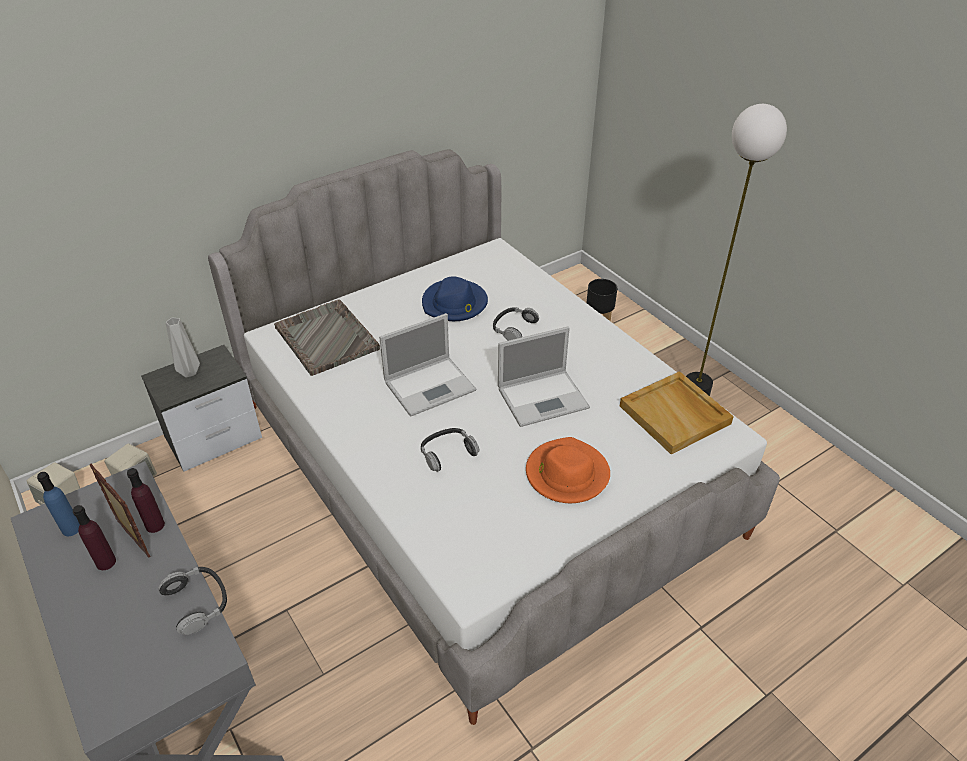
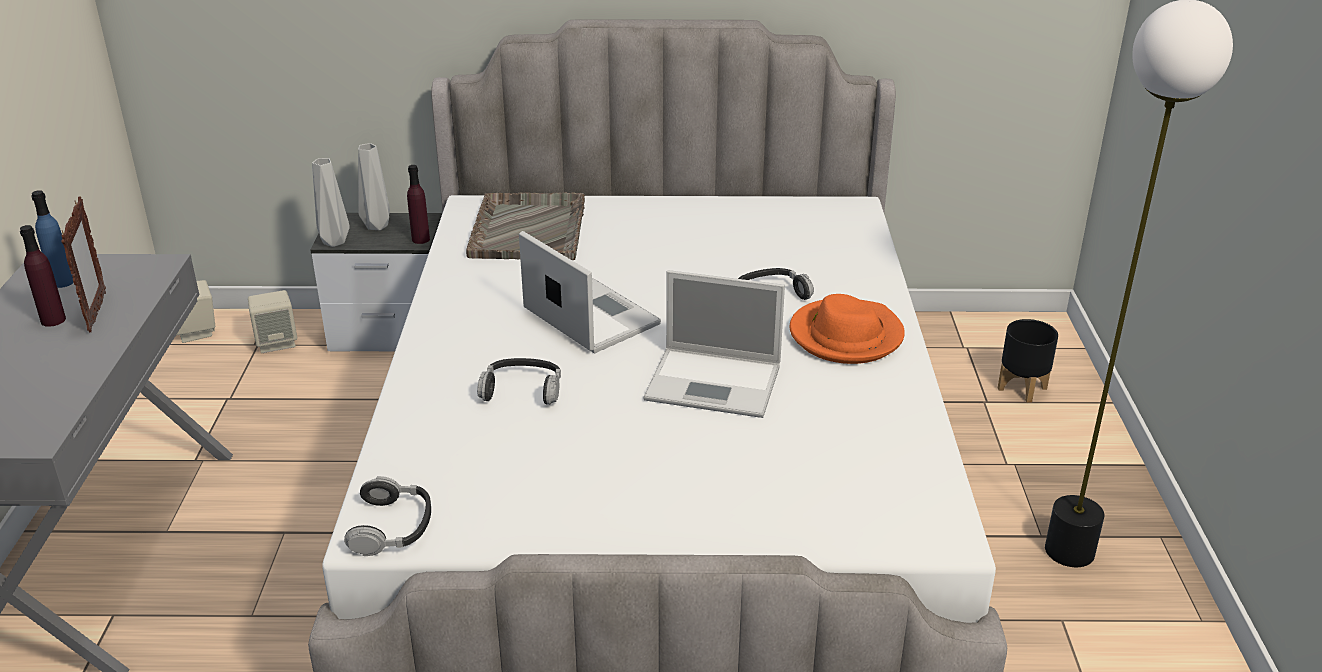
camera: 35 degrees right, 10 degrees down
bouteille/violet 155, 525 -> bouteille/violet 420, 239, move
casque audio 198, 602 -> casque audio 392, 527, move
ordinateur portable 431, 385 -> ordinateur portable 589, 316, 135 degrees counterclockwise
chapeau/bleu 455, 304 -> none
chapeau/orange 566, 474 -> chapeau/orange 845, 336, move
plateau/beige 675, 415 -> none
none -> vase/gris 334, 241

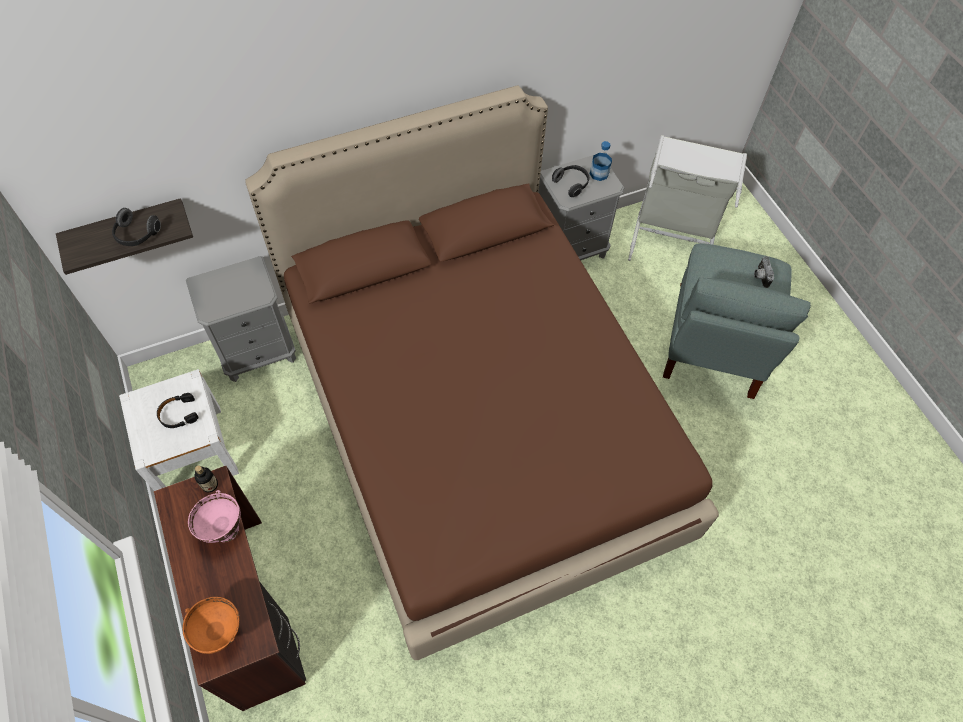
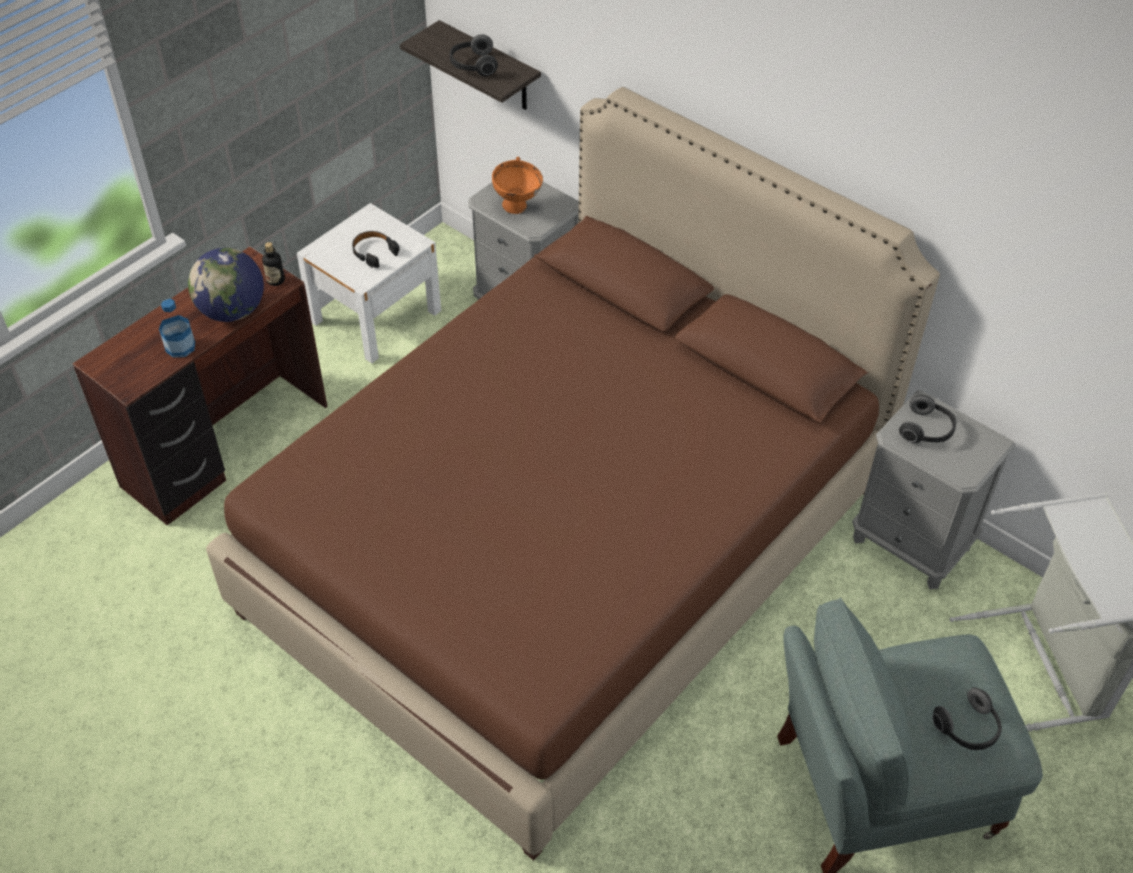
camera: 65 degrees right, 10 degrees down
bol/orange 221, 633 -> bol/orange 517, 207, move
bol/rose 224, 530 -> globe 232, 311
bouteille 599, 173 -> bouteille 180, 347, move
appareil photo 760, 276 -> casque audio 968, 729

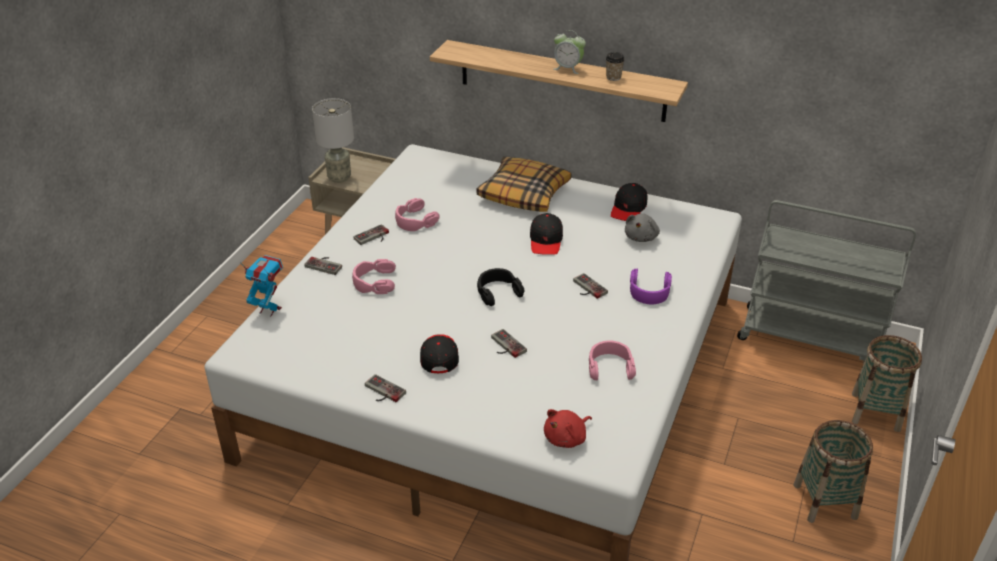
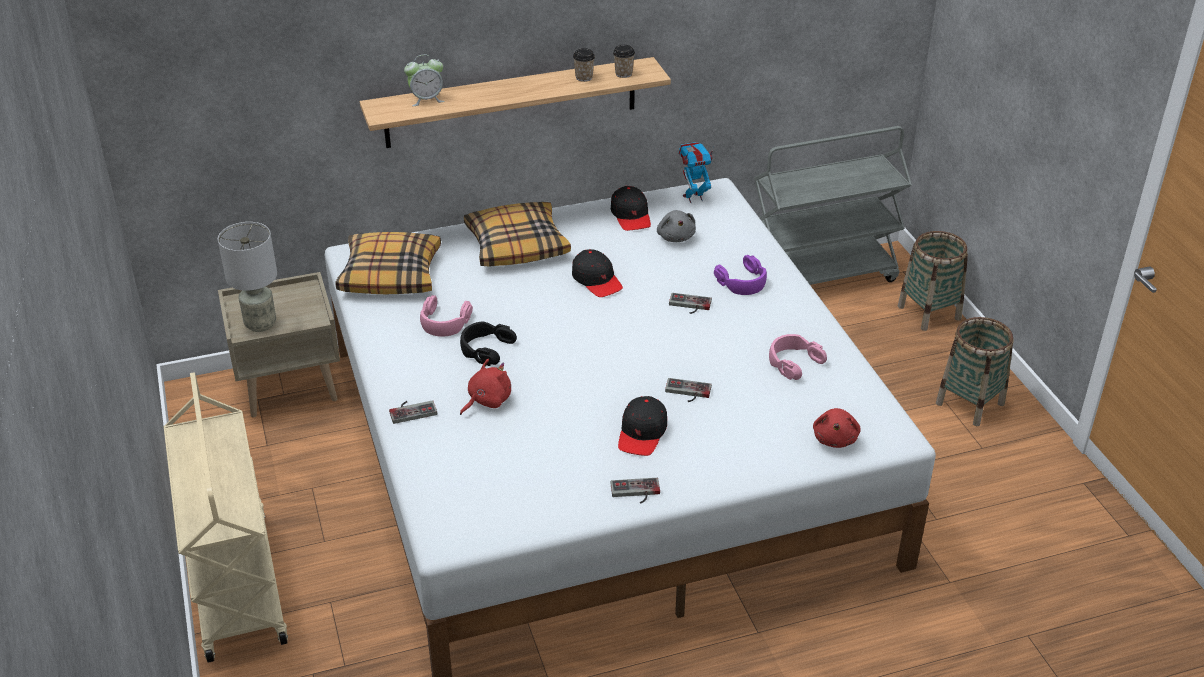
camera: 40 degrees left, 0 degrees up
robot jouet 269, 310 -> robot jouet 693, 197, move
casque audio/rose 374, 282 -> peluche/rouge 487, 401
manette 373, 237 -> none
casquette/noir 439, 356 -> casquette/noir 642, 433, 120 degrees counterclockwise
casque audio/noir 498, 292 -> casque audio/noir 485, 348, move
réveil 568, 68 -> réveil 426, 99, move
none -> chariot/beige 235, 584
none -> coussin 391, 274
none -> tasse 623, 74

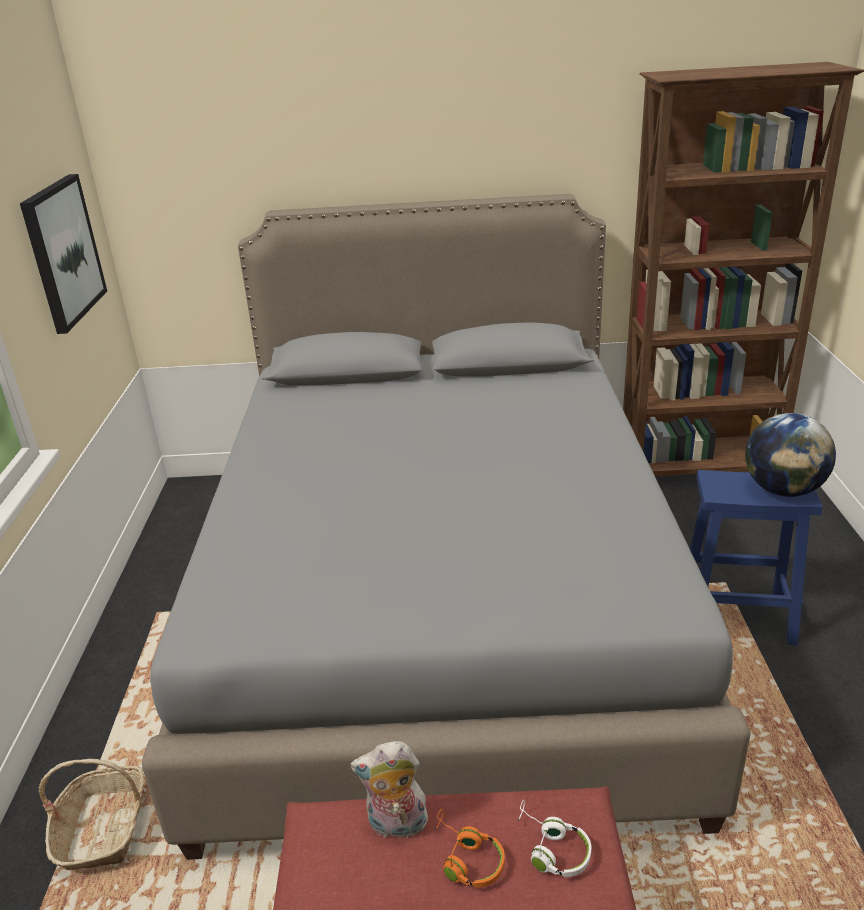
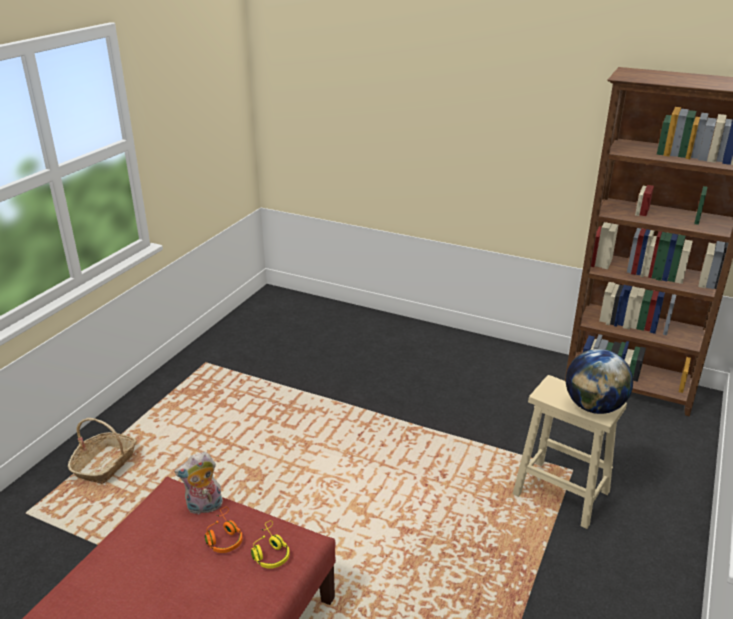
camera: 25 degrees right, 0 degrees up
tableau 63, 252 -> none
lit/gris 440, 606 -> none
peluche 396, 826 -> peluche 204, 507, 45 degrees counterclockwise
casque audio/blanc 551, 848 -> casque audio/jaune 270, 552
tabouret/bleu 738, 614 -> tabouret/beige 562, 494

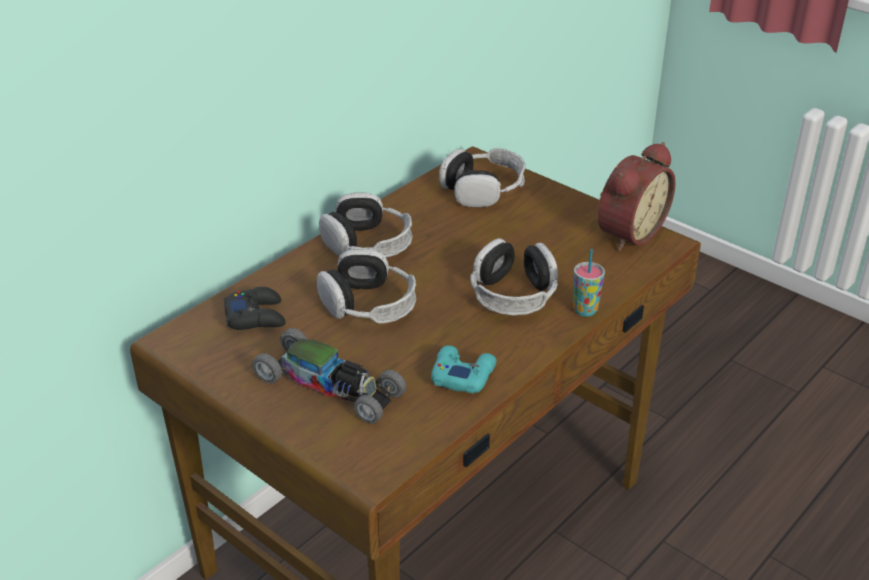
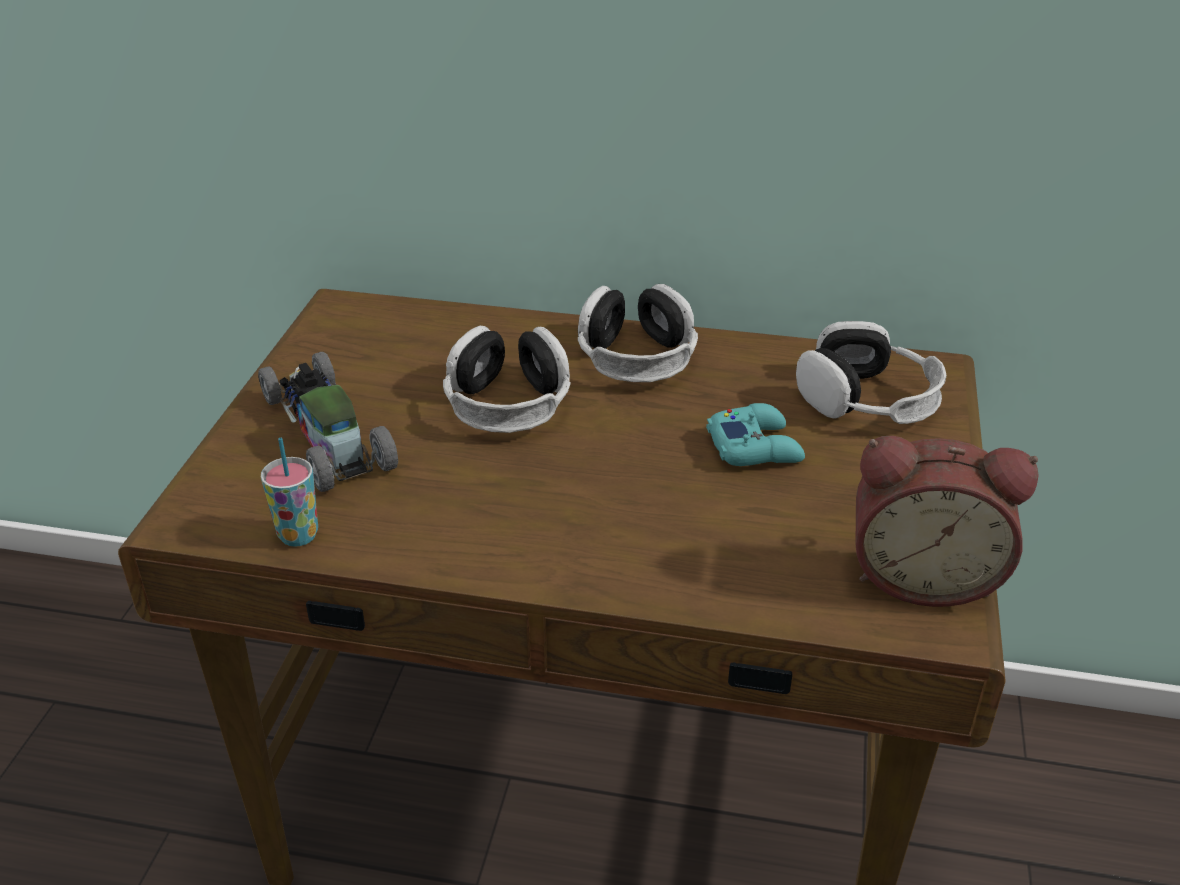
camera: 60 degrees right, 0 degrees up
manette/noir 256, 316 -> none
petite voiture 330, 386 -> petite voiture 326, 433, 150 degrees clockwise
manette/turquoise 462, 375 -> manette/turquoise 755, 446, move
casque audio 513, 294 -> none
tasse 585, 310 -> tasse 298, 535, move

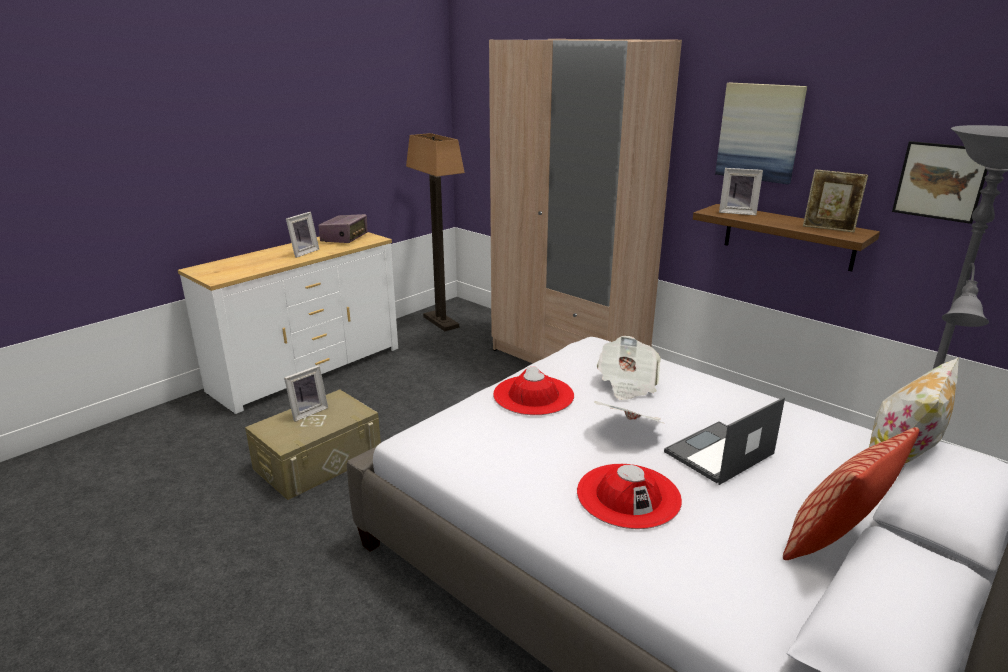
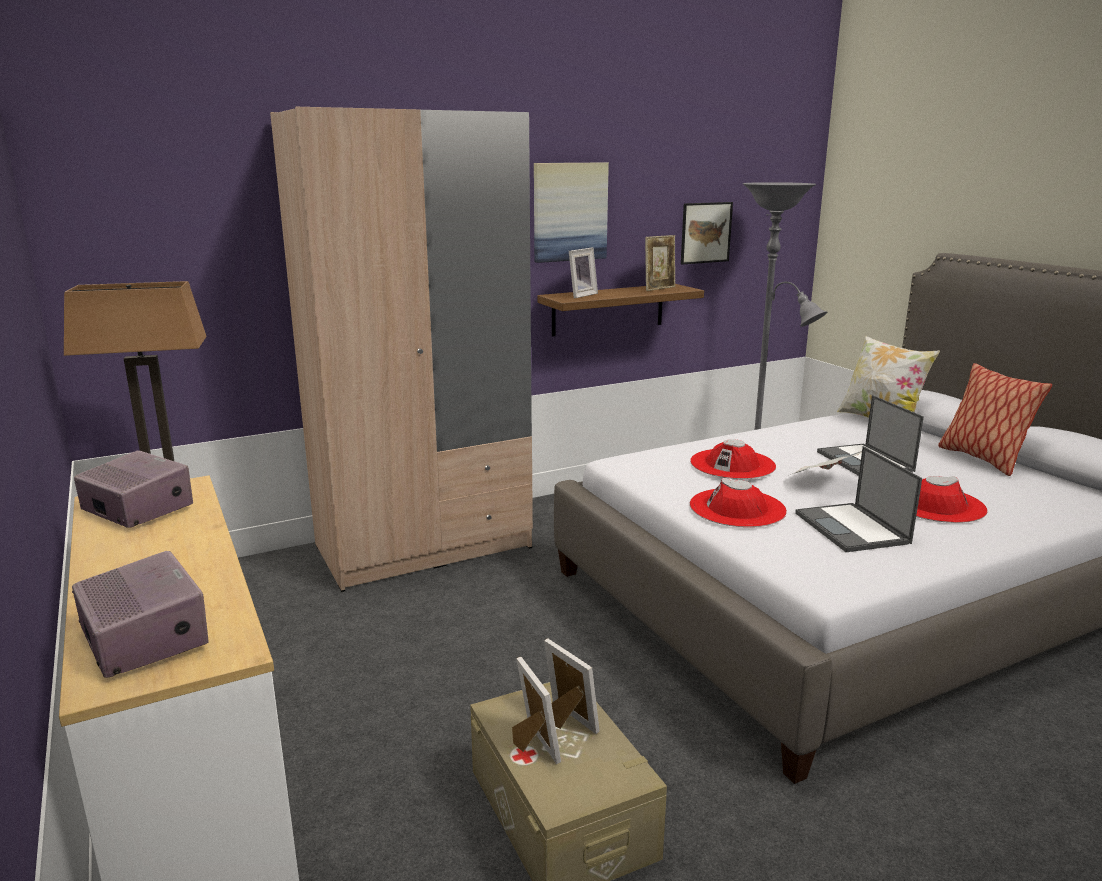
camera: 70 degrees left, 5 degrees down
cadre photo 303, 252 -> cadre photo 566, 722, move
journal 627, 384 -> chapeau/rouge 732, 464
none -> radio 145, 637
none -> ordinateur portable 852, 528

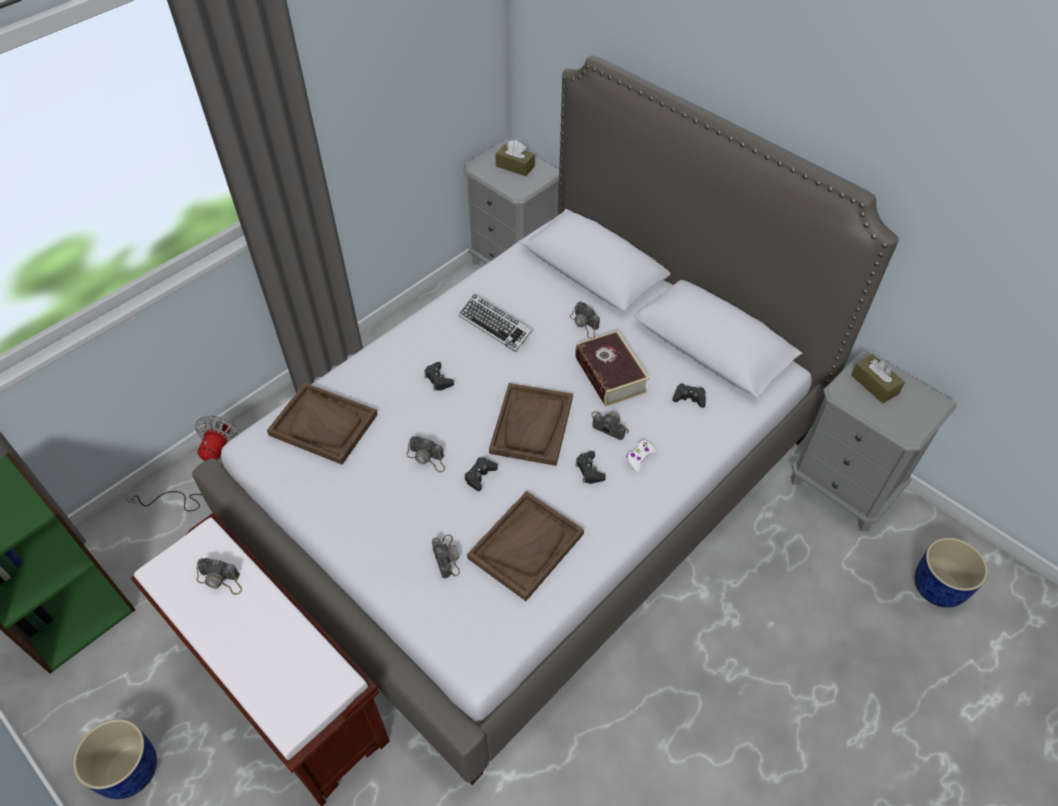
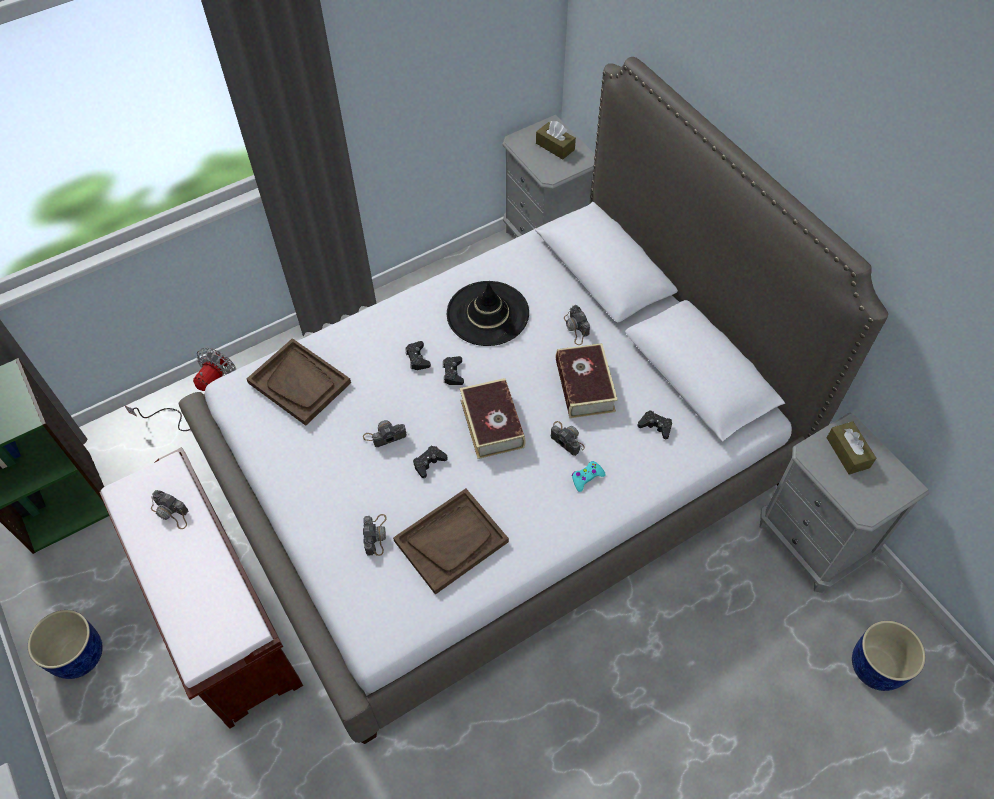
camera: 15 degrees right, 5 degrees up
appareil photo 427, 458 -> appareil photo 385, 435, 120 degrees clockwise
clavier 495, 326 -> chapeau/noir 488, 313
plateau/marron 532, 426 -> livre 492, 423
manette/noir 589, 470 -> manette/noir 453, 373, move
manette/blanc 640, 458 -> manette/turquoise 586, 477

